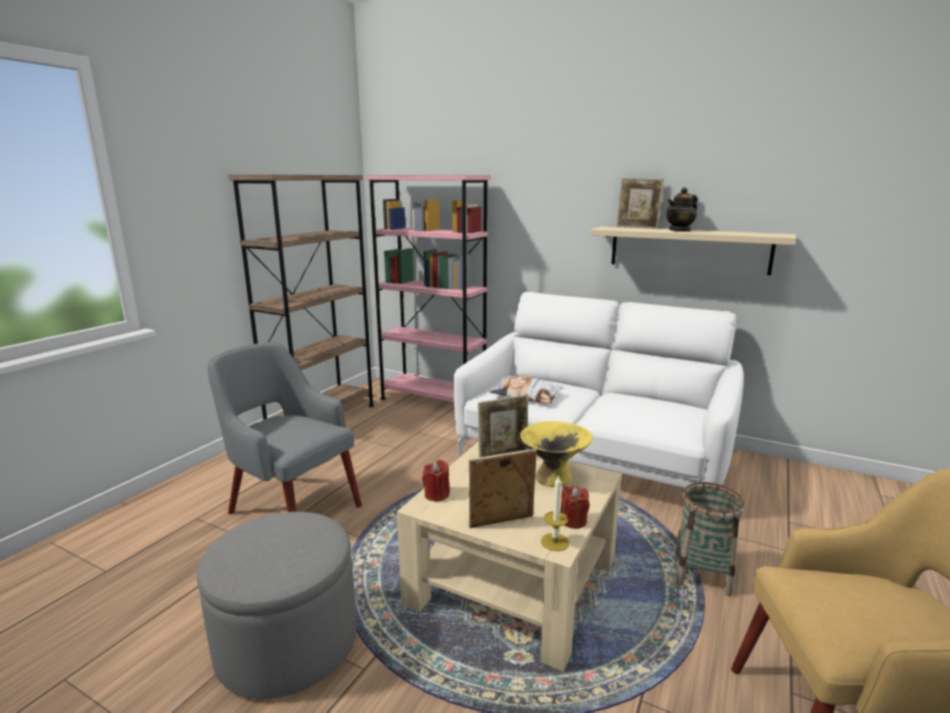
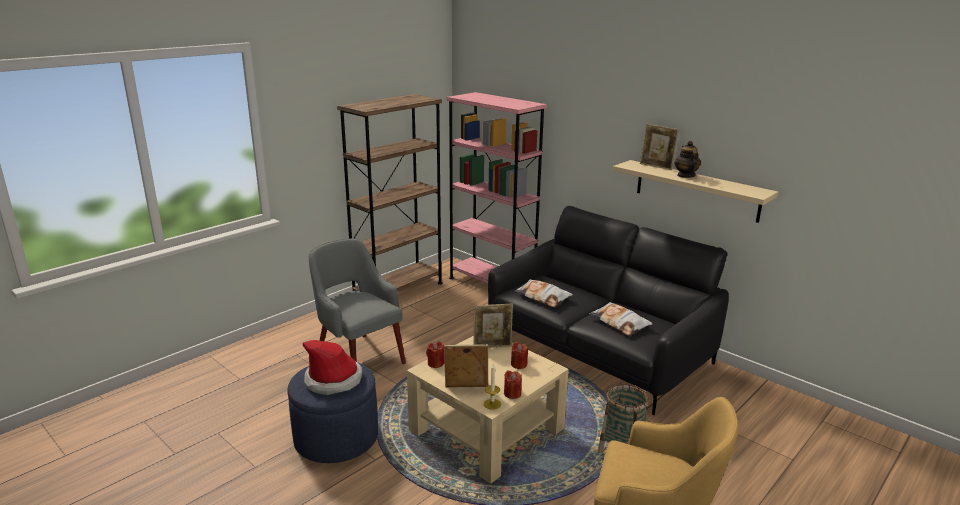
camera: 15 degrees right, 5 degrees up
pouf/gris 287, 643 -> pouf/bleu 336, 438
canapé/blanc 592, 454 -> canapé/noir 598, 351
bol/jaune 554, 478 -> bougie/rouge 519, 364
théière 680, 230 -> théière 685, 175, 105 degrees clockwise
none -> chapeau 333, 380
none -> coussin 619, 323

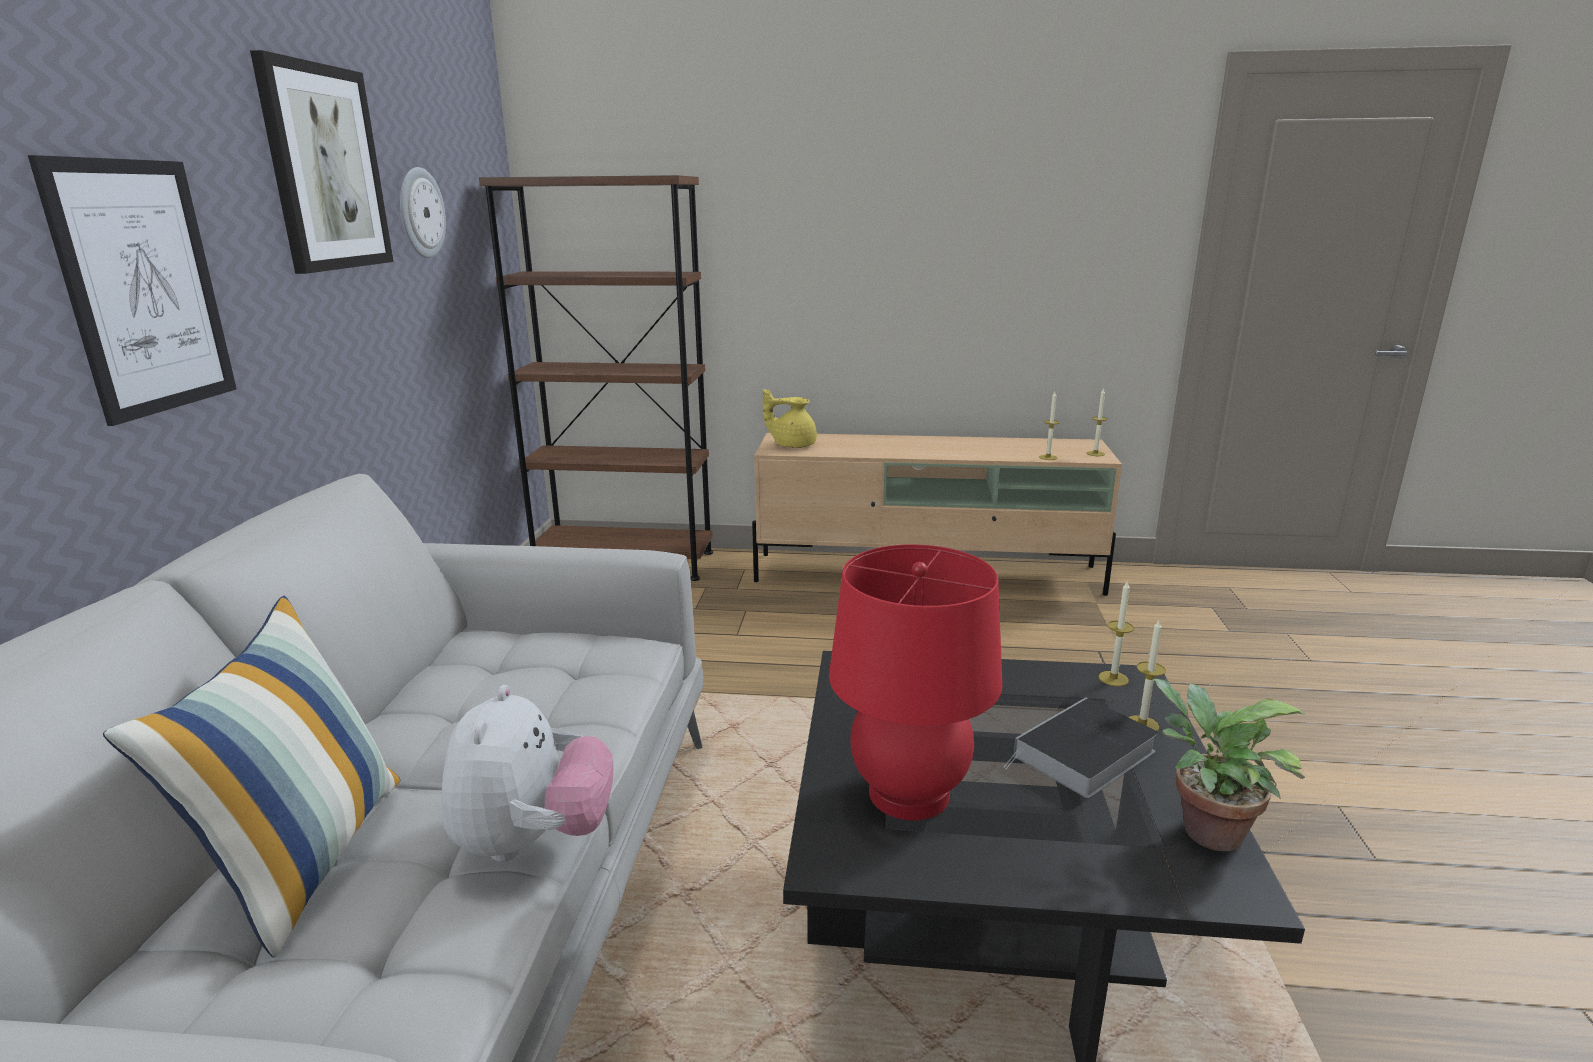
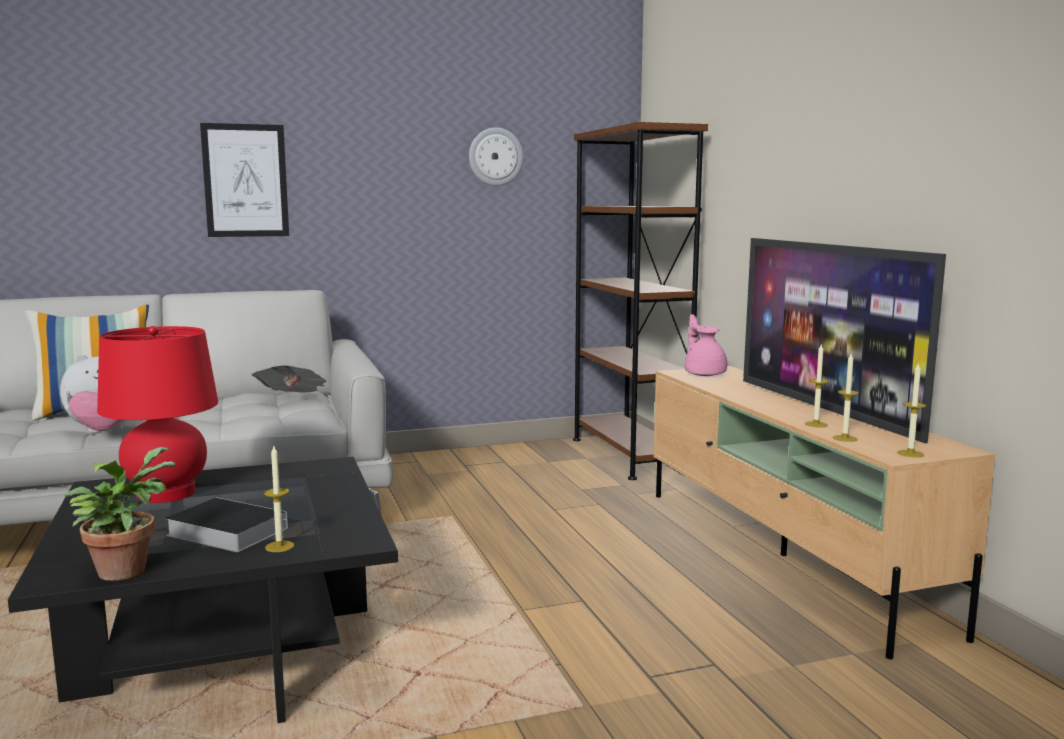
camera: 65 degrees right, 10 degrees down
tableau 324, 168 -> none
théière/jaune 792, 445 -> théière/rose 704, 374
bougie 1113, 678 -> bougie 816, 424, move
none -> journal 293, 399
none -> téléviseur 827, 409

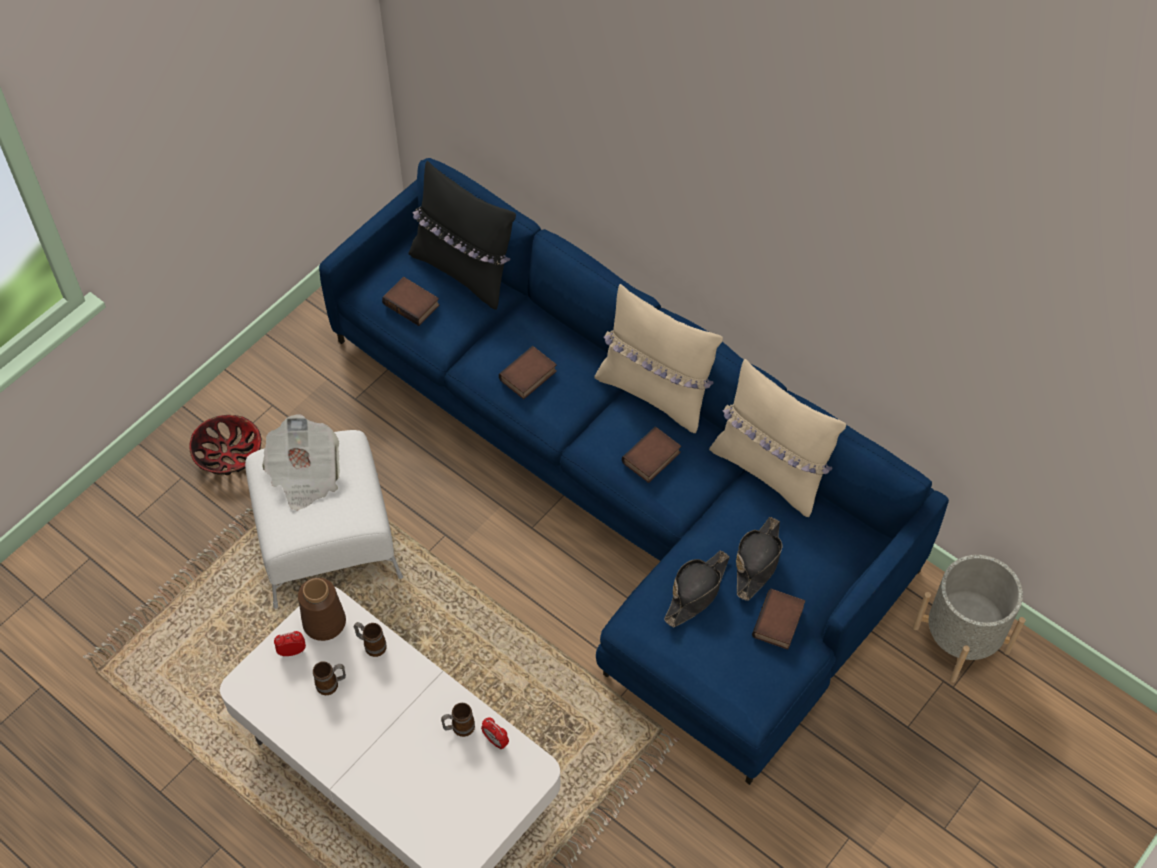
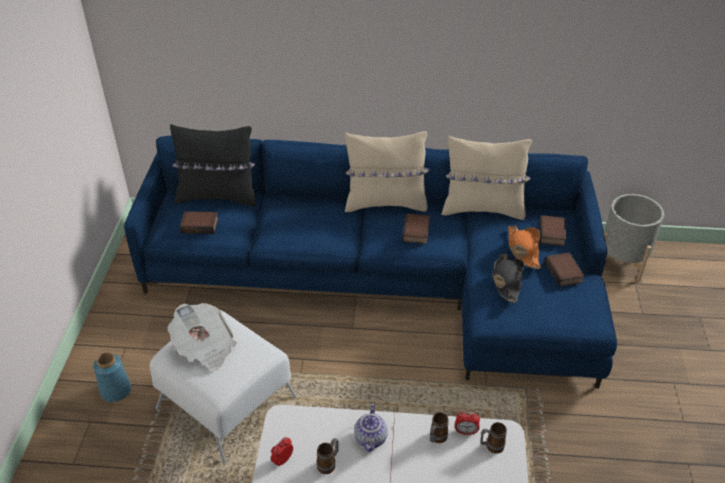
camera: 35 degrees left, 15 degrees down
bol 229, 455 -> vase/bleu 116, 390
vase/marron 324, 621 -> none
mug 371, 645 -> mug 491, 446, move
livre 528, 377 -> livre 552, 234, move
chapeau/noir 757, 561 -> chapeau/orange 523, 250
none -> théière 371, 439

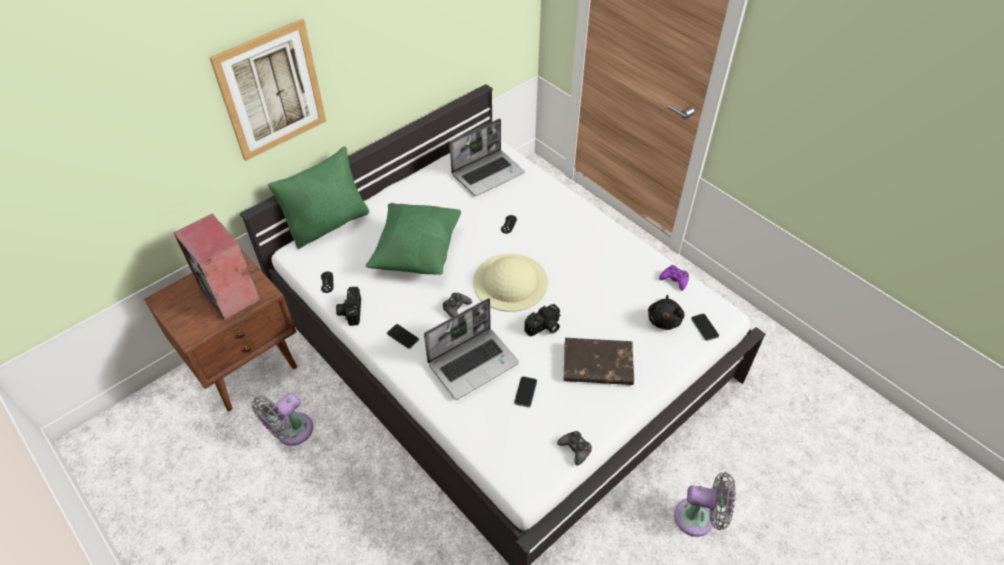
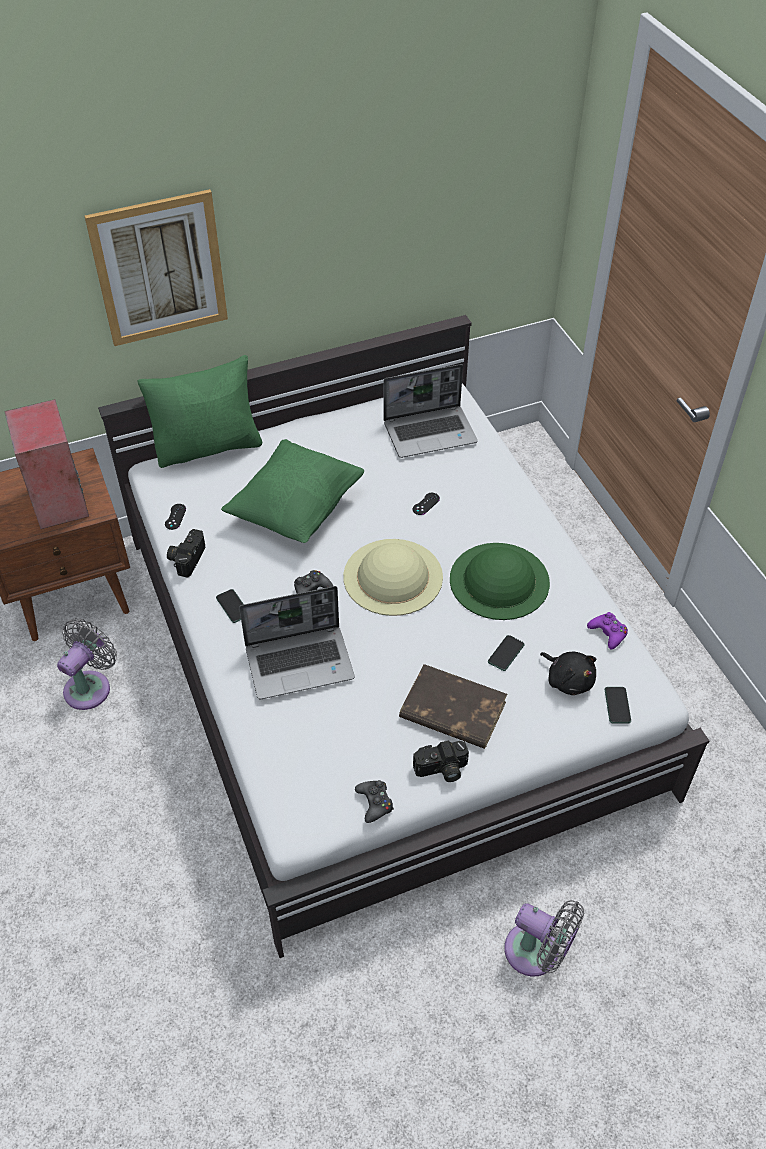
camera: 20 degrees right, 0 degrees up
ventilateur/gris 291, 432 -> ventilateur/gris 90, 686, 150 degrees clockwise
téléphone 525, 392 -> téléphone 506, 653, move
appareil photo 544, 328 -> appareil photo 441, 770, move
peluche/noir 664, 319 -> peluche/noir 568, 679, 75 degrees counterclockwise
none -> chapeau/vert 499, 580

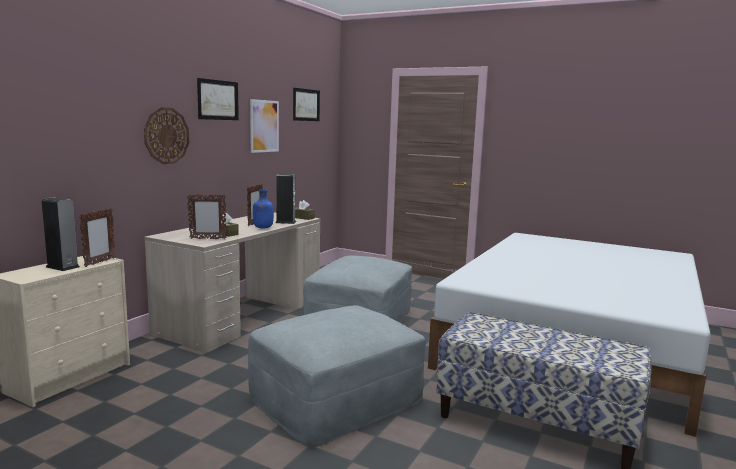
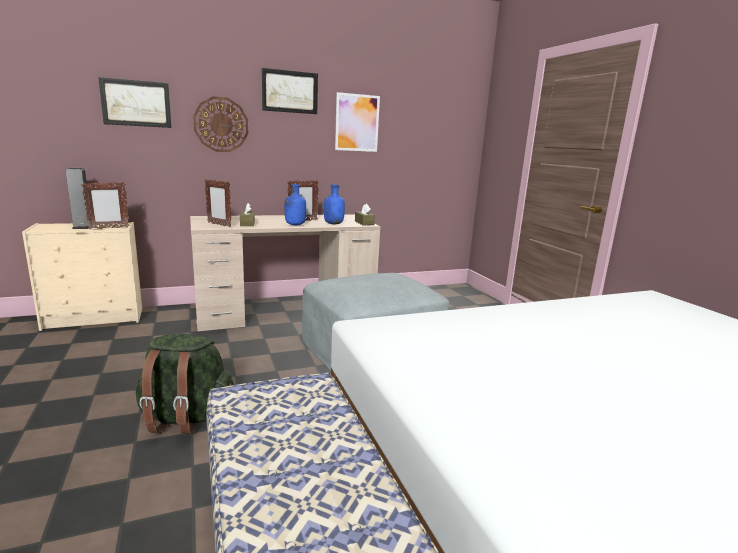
camera: 40 degrees right, 5 degrees up
pouf/gris 336, 398 -> sac à dos/vert 186, 417
enceinte 285, 222 -> bouteille/bleu 333, 224
tableau 306, 105 -> tableau 136, 103, move

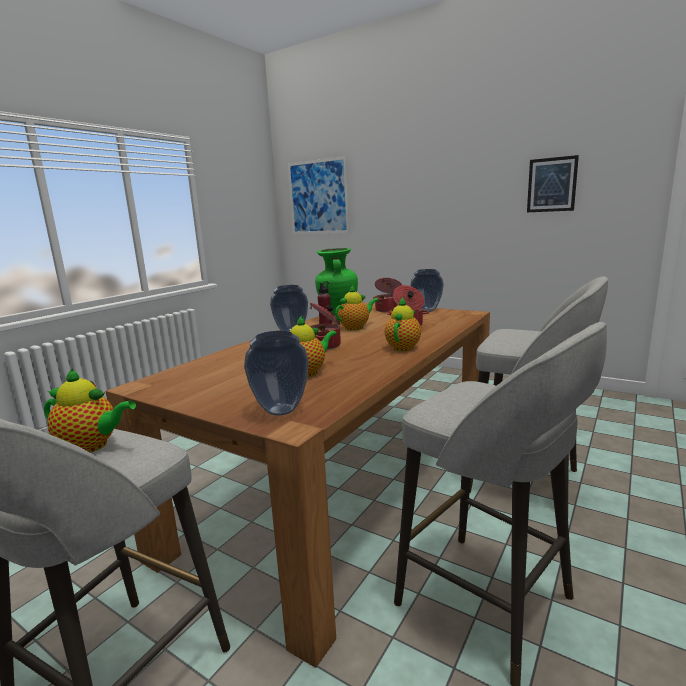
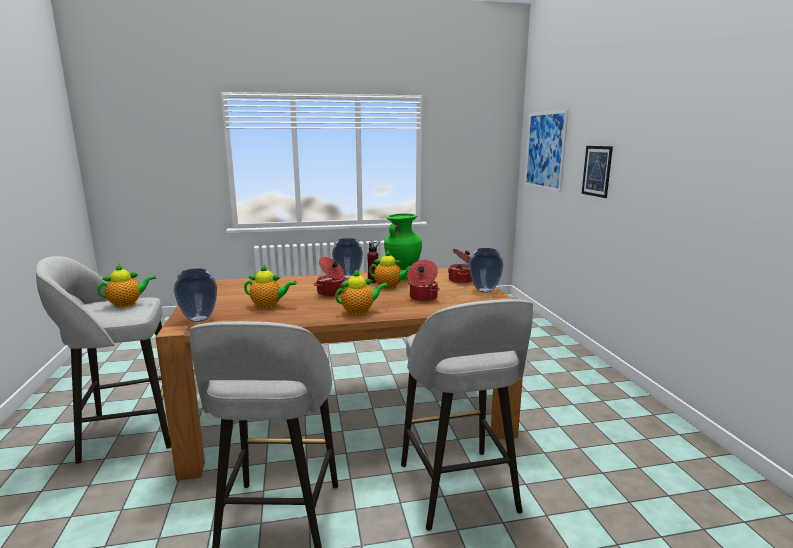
camera: 45 degrees right, 0 degrees up
théière 92, 446 -> théière 127, 304, 90 degrees counterclockwise
tableau 551, 184 -> tableau 596, 171, move

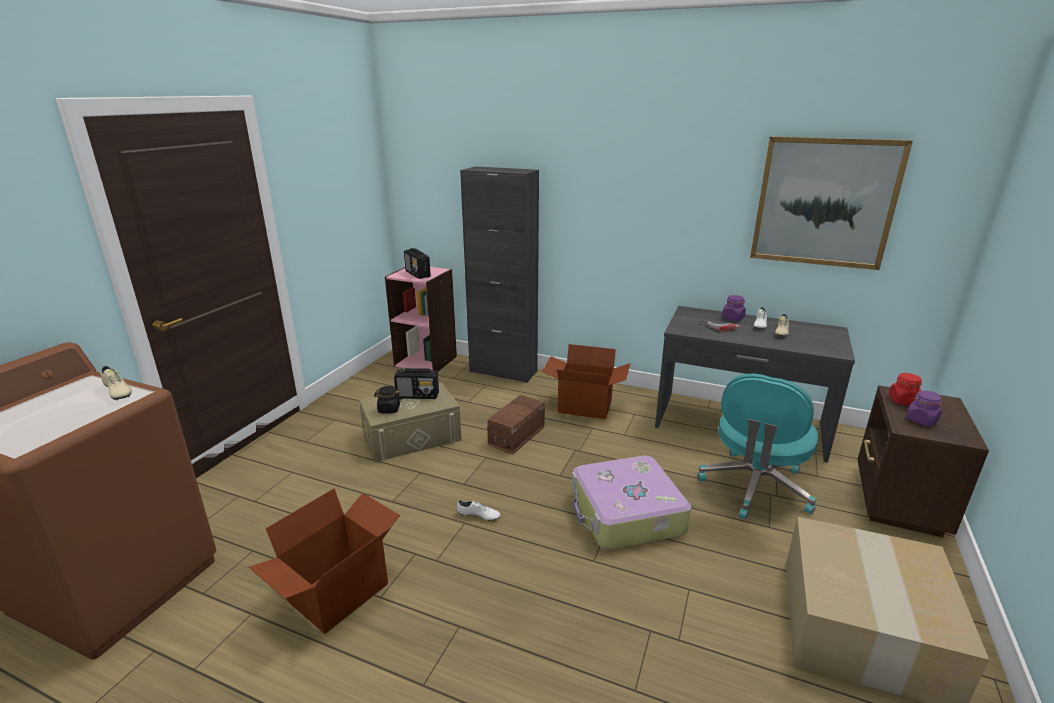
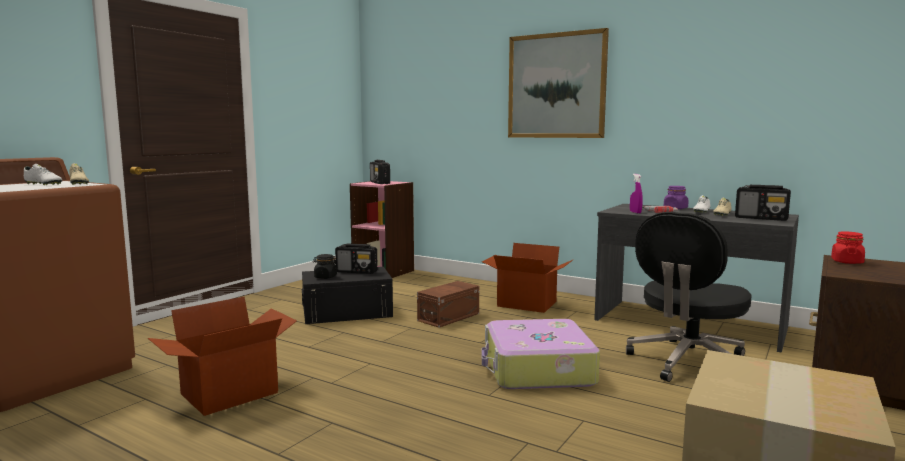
camera: 10 degrees right, 15 degrees down
boîte de rangement/beige 412, 436 -> boîte de rangement/noir 347, 312
chaussure/blanc 478, 516 -> chaussure/blanc 43, 184, move
meuble de rangement/noir 503, 371 -> none
chaise de bureau/turquoise 755, 487 -> chaise de bureau/noir 688, 363
tableau 824, 202 -> tableau 556, 86, move
bocal/violet 921, 420 -> none
none -> vaporisateur/violet 635, 212
none -> radio 761, 218

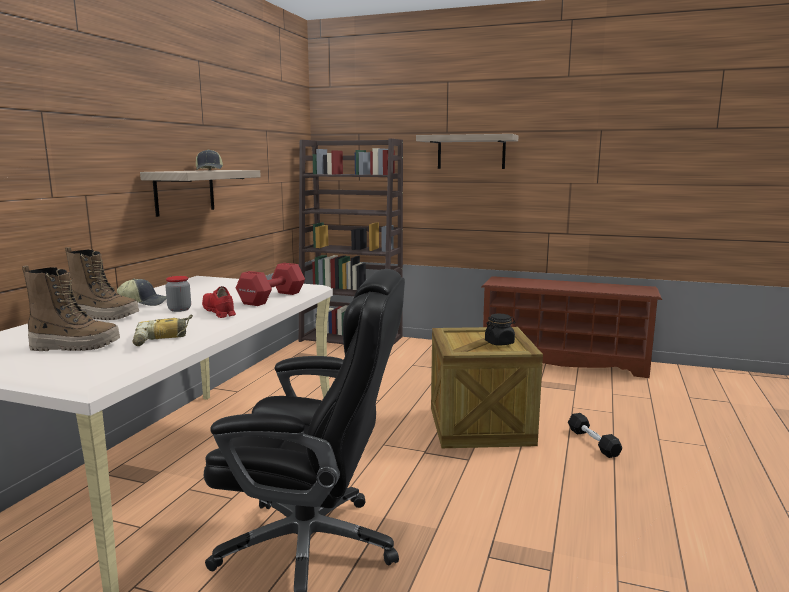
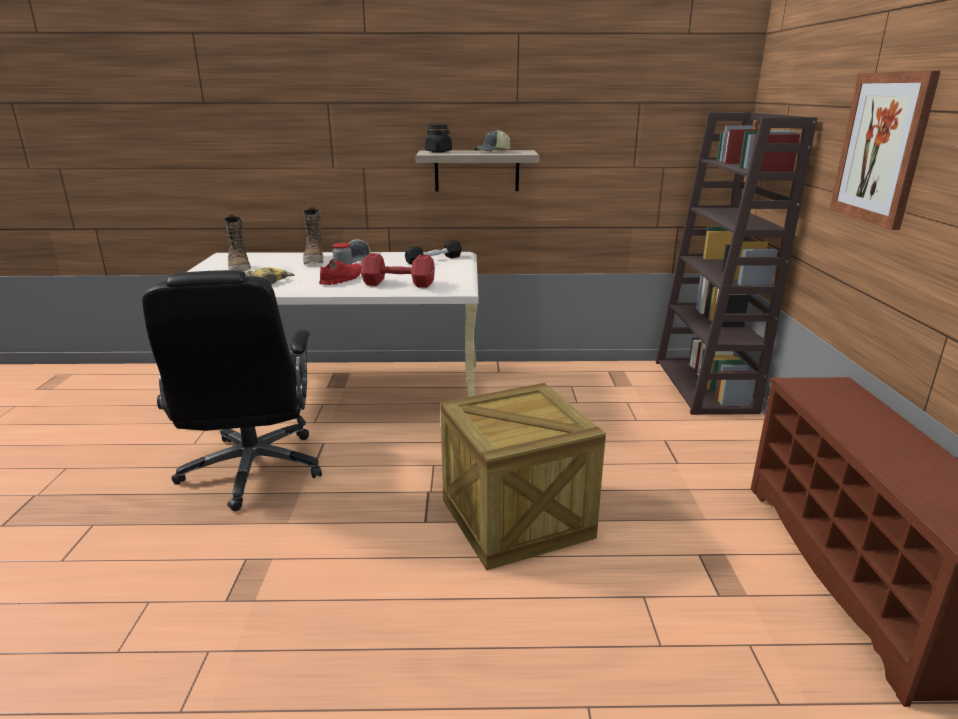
camera: 70 degrees right, 10 degrees up
étagère 471, 152 -> tableau 882, 148
bocal/noir 499, 343 -> bocal/noir 438, 151, move
haltère/noir 593, 442 -> haltère/noir 434, 260, move

